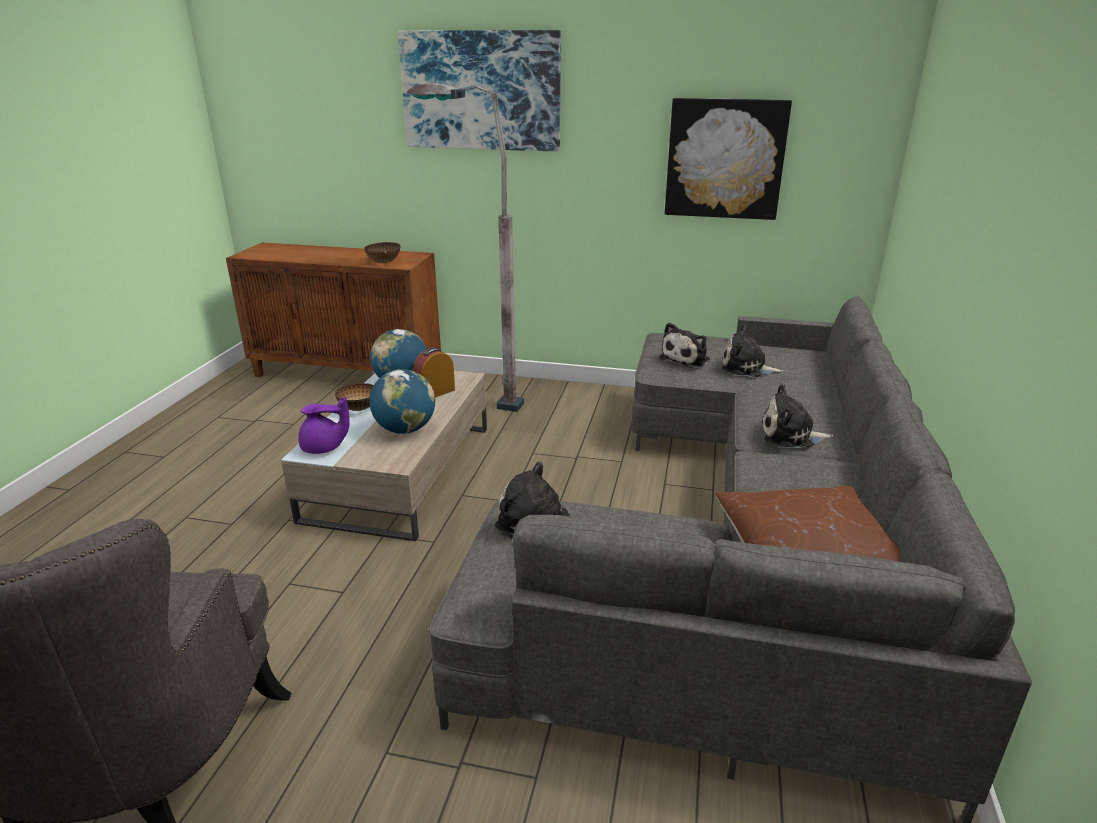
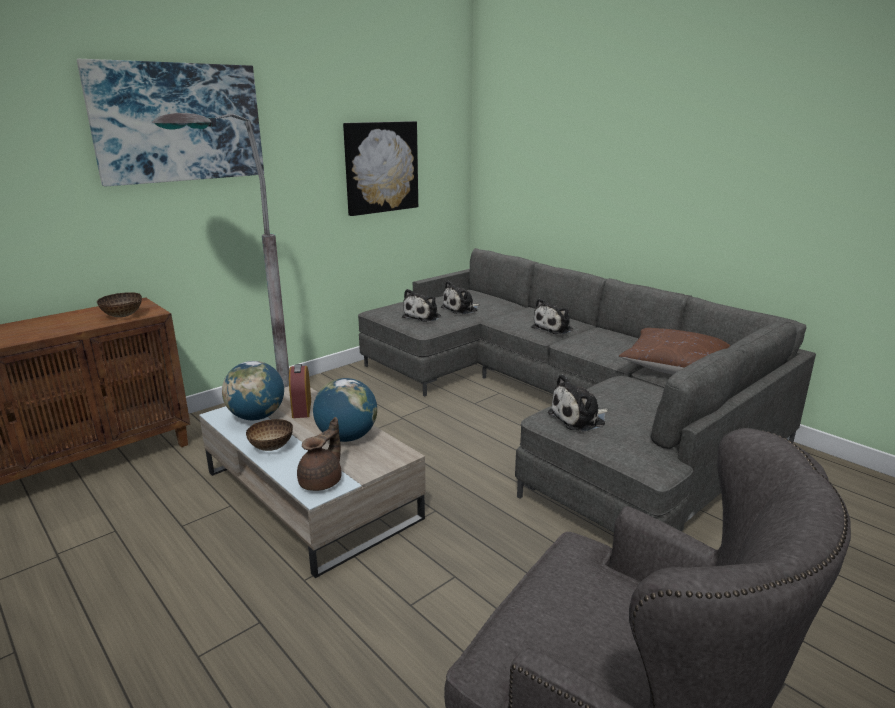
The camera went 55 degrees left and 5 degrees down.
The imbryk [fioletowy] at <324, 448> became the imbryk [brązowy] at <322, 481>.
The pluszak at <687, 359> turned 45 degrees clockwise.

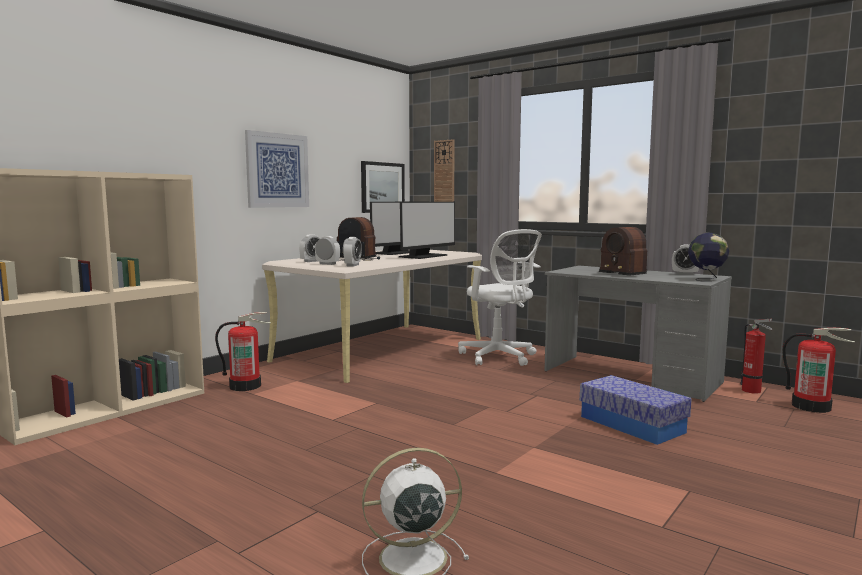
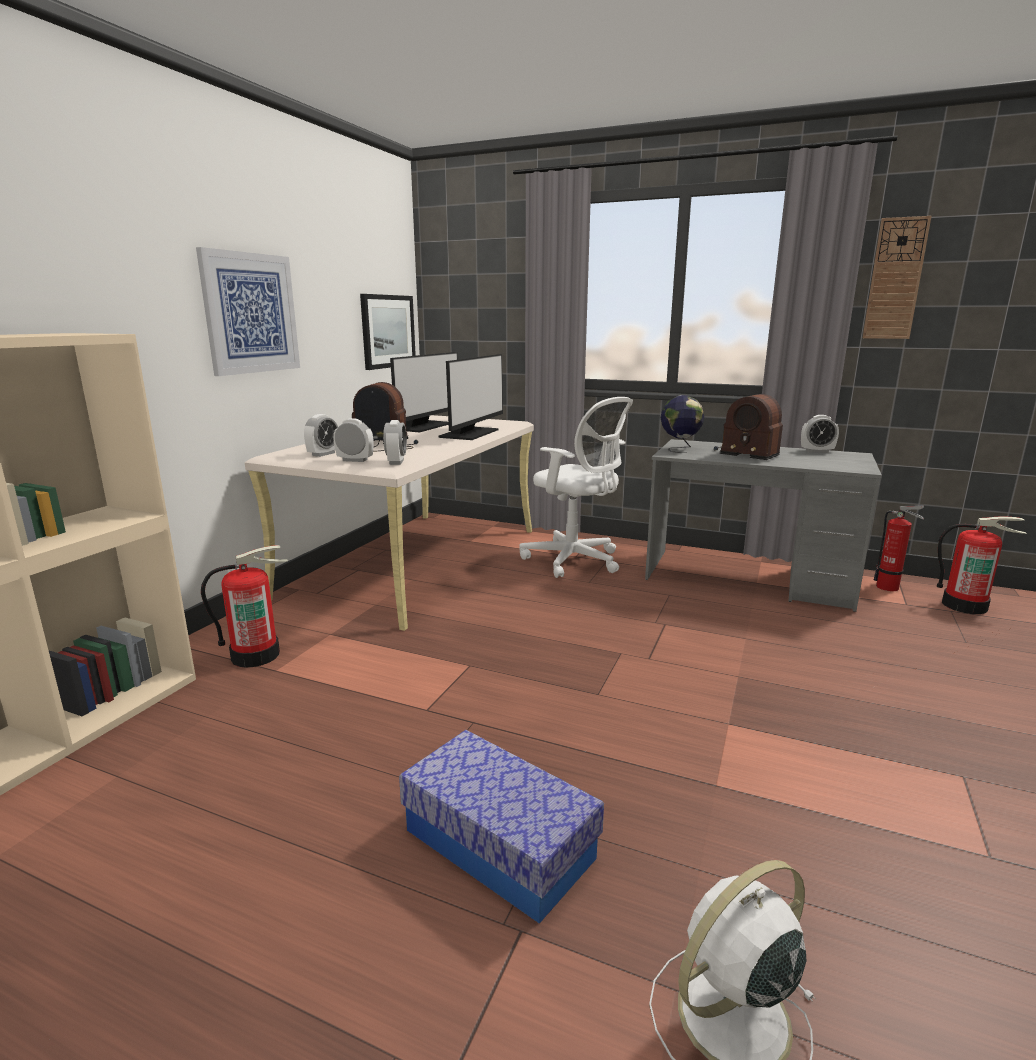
The camera went 15 degrees left and 10 degrees up.
The zegar ścienny moved from <444, 173> to <895, 279>.
The pojemnik do przechowywania moved from <631, 424> to <498, 844>.
The globus moved from <706, 279> to <679, 449>.

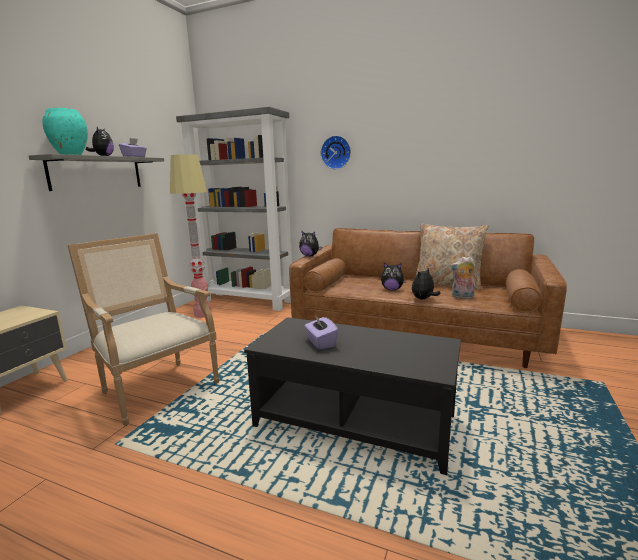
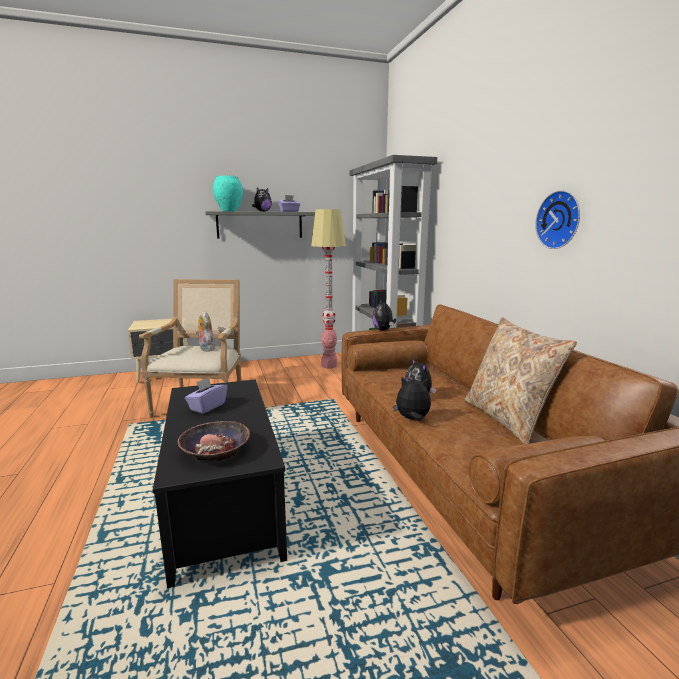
The camera went 50 degrees right and 0 degrees up.
The zegar ścienny moved from <336, 152> to <560, 220>.
The pluszak moved from <462, 297> to <206, 349>.
The miska at <216, 450> appeared.

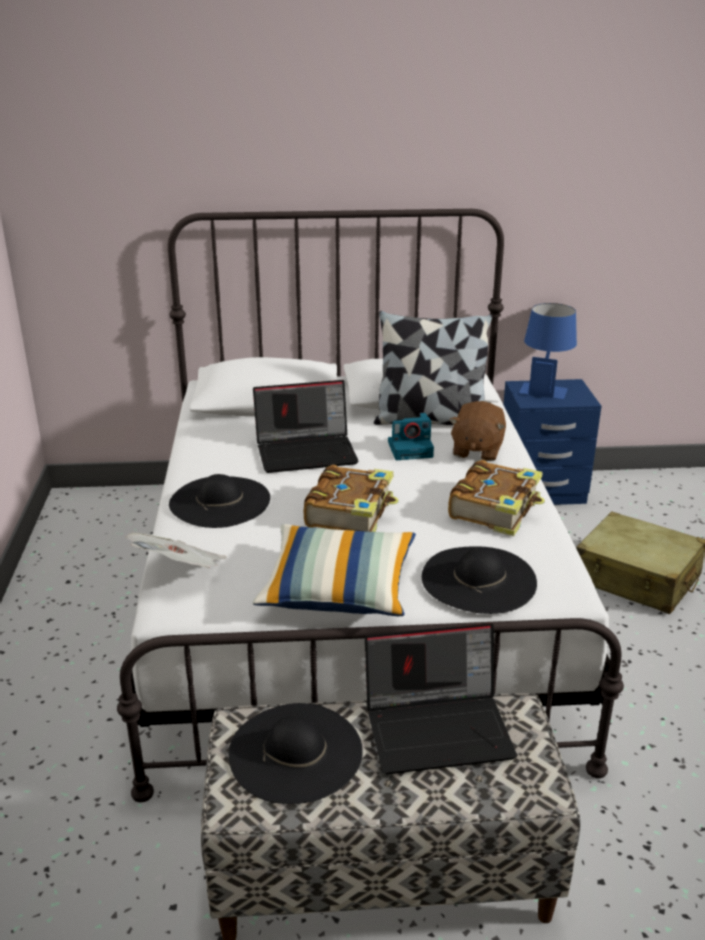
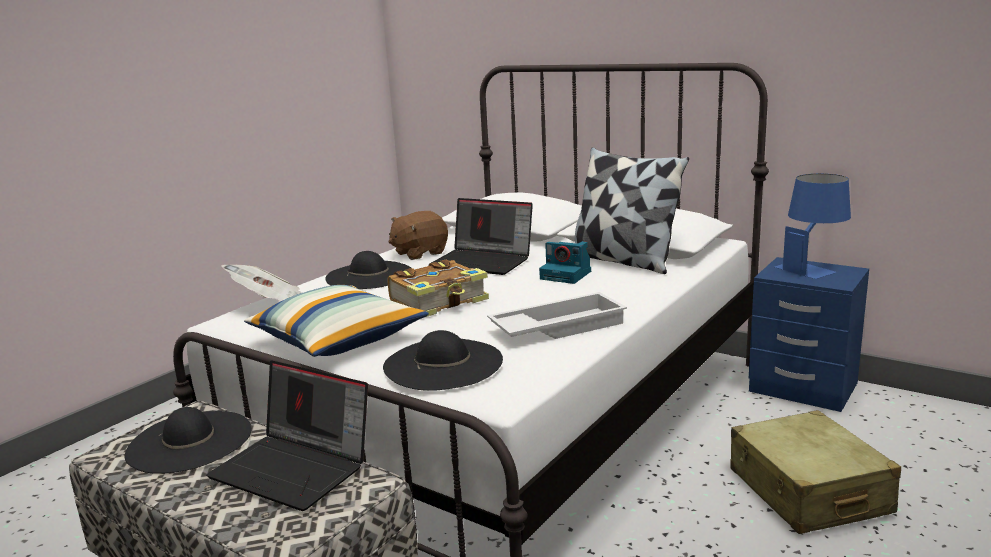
The camera went 40 degrees right and 10 degrees down.
The książka at <496, 509> was replaced by the taca [biały] at <558, 326>.
The pluszak [brązowy] moved from <476, 450> to <419, 253>.

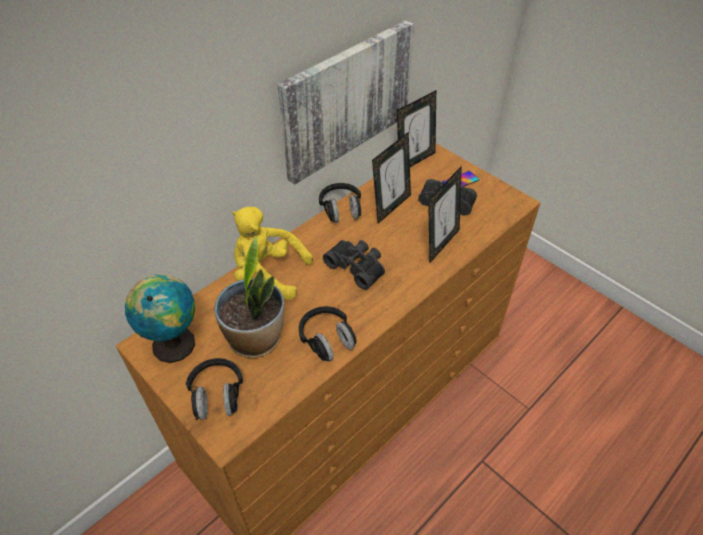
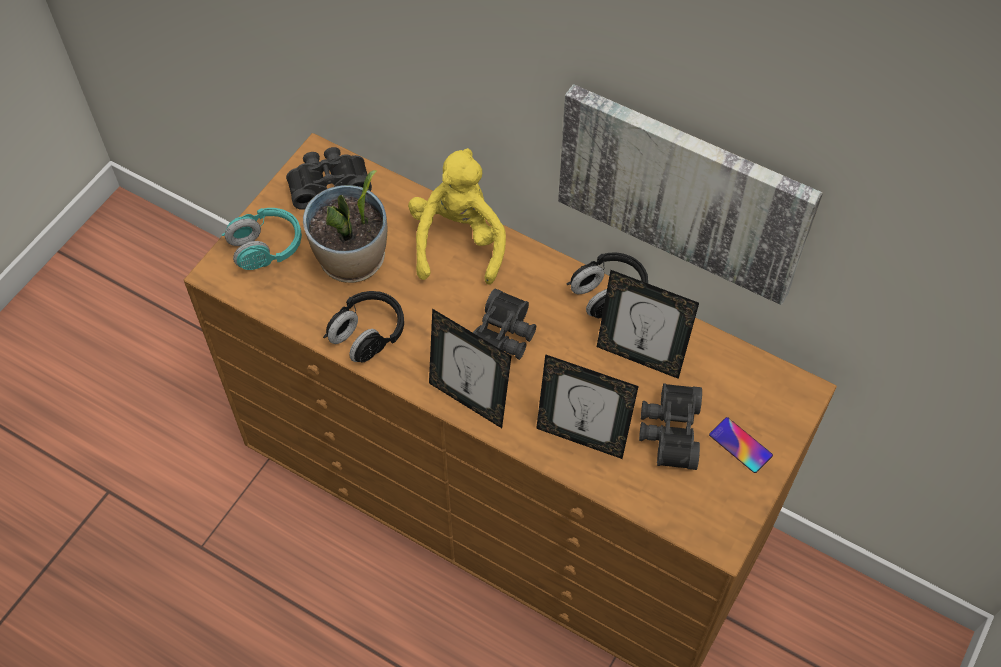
The camera went 75 degrees right and 10 degrees up.
The globus at <174, 342> was replaced by the lornetka [czarny] at <328, 183>.
The słuchawki [czarny] at <217, 396> became the słuchawki [turkusowy] at <266, 248>.
The ramka na zdjęcie moved from <414, 161> to <469, 400>.

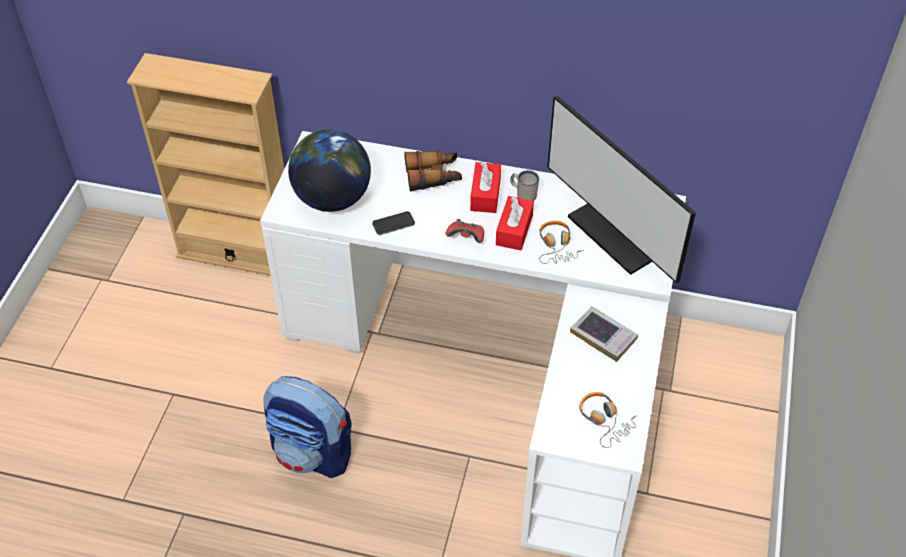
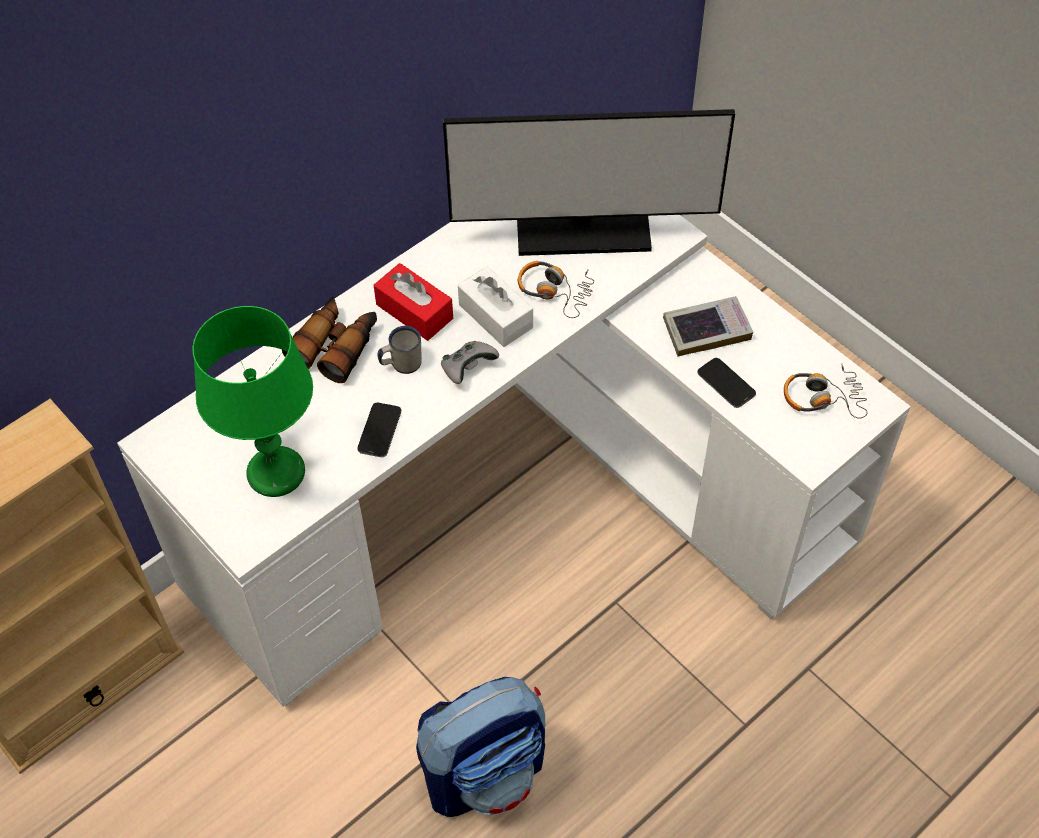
The camera went 55 degrees left and 5 degrees up.
The globus at <332, 198> was replaced by the lampa stołowa [zielony] at <275, 473>.
The pad do gier [czerwony] at <466, 238> became the pad do gier [szary] at <467, 369>.
The pudełko chusteczek [czerwony] at <514, 230> became the pudełko chusteczek [biały] at <495, 316>.
The kubek [biały] moved from <523, 194> to <401, 364>.
The telefon at <726, 383> appeared.

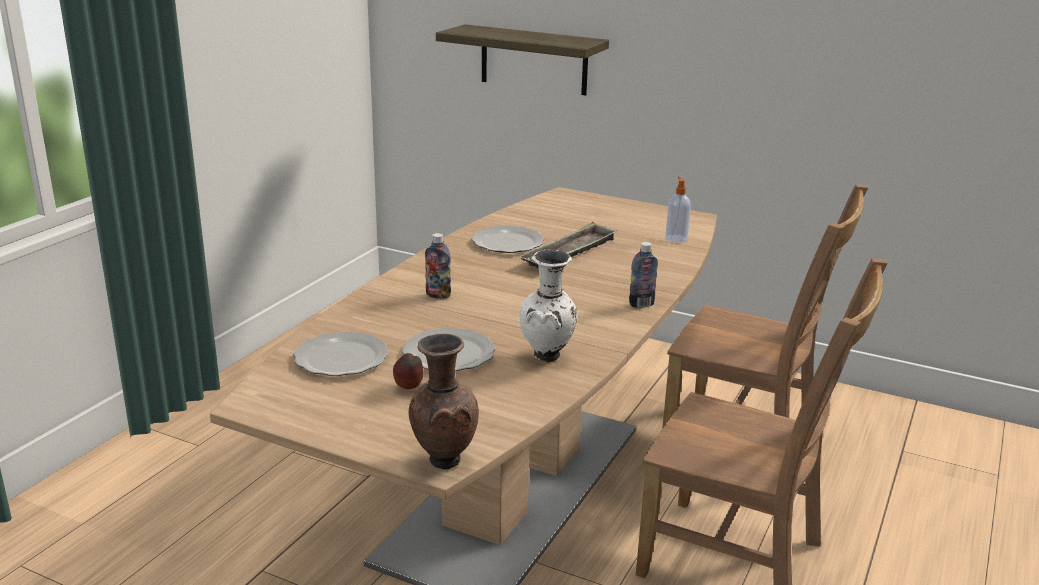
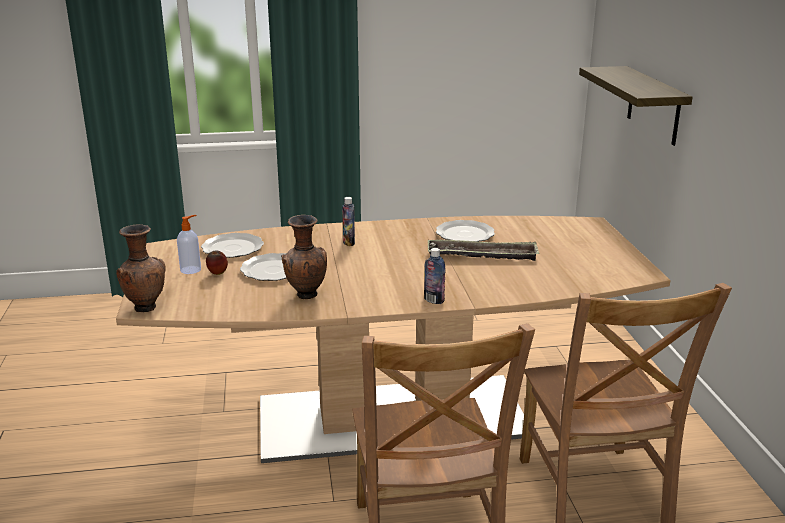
The camera went 55 degrees right and 0 degrees up.
The wazon [biały] at <547, 357> became the wazon [brązowy] at <306, 296>.
The dozownik mydła moved from <676, 238> to <191, 269>.

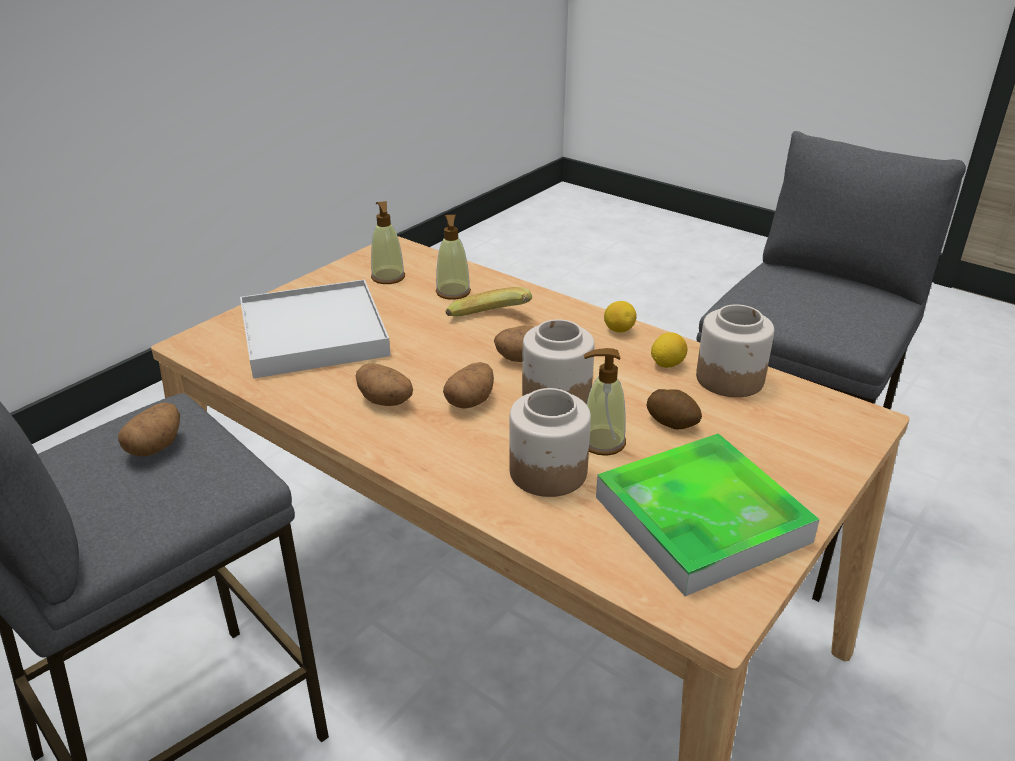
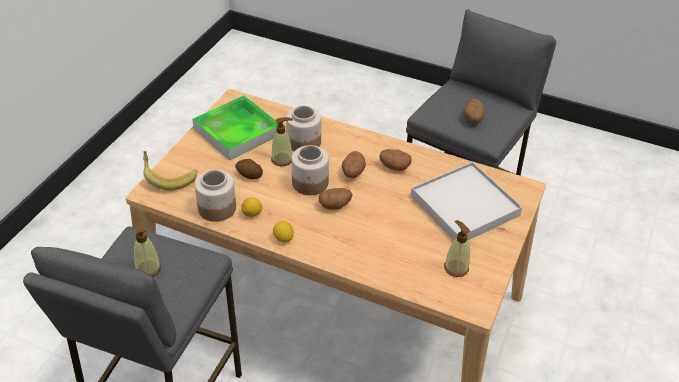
The camera went 165 degrees right and 10 degrees up.
The dozownik mydła moved from <453, 292> to <148, 268>.
The banan moved from <493, 323> to <169, 178>.

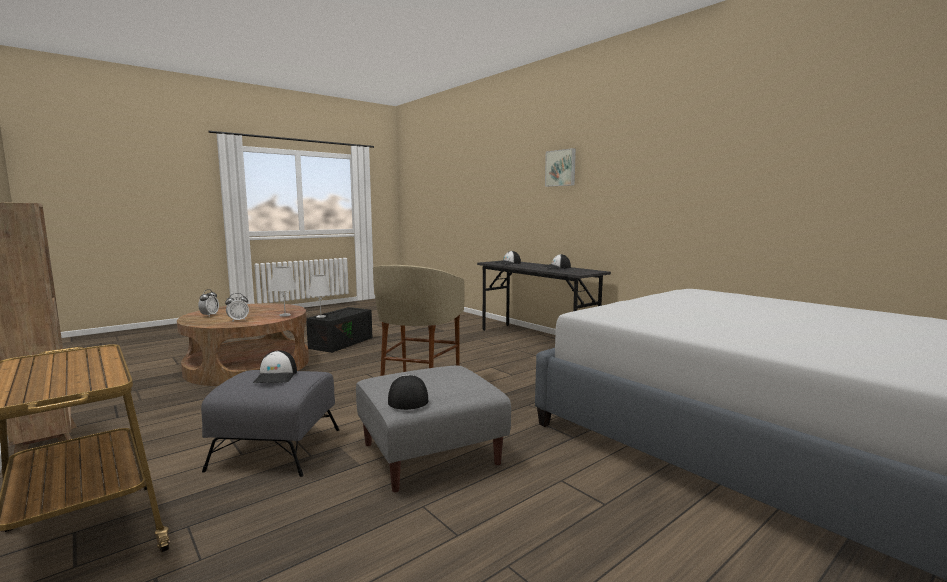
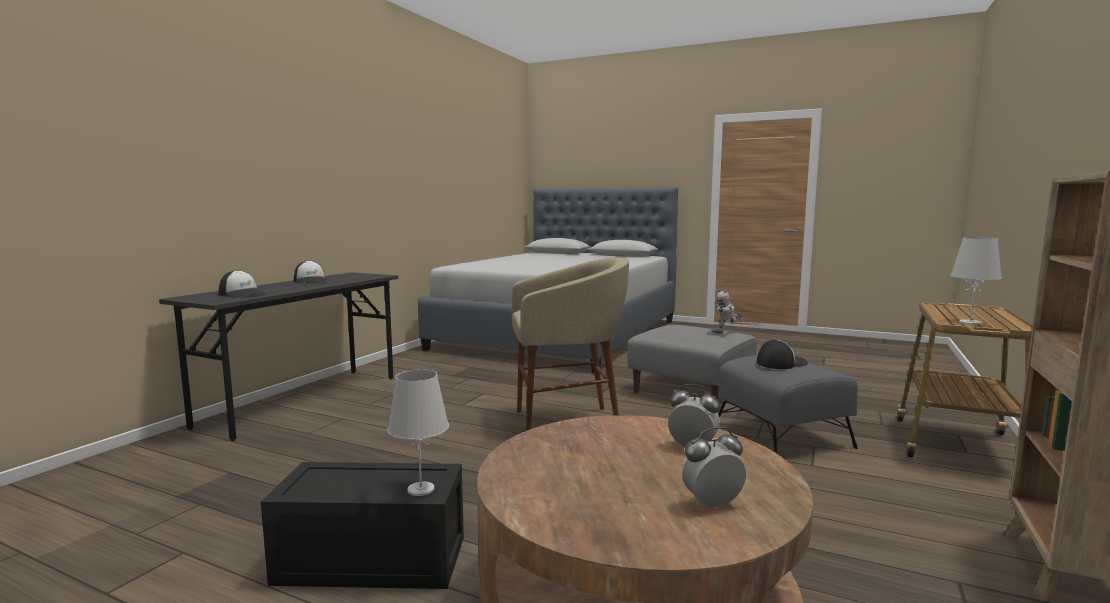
The camera went 115 degrees left and 0 degrees up.
The lampa stołowa [biały] moved from <285, 315> to <970, 323>.
The czapka z daszkiem at <407, 398> was replaced by the robot zabawkowy at <726, 333>.
The obraz at <561, 168> disappeared.

